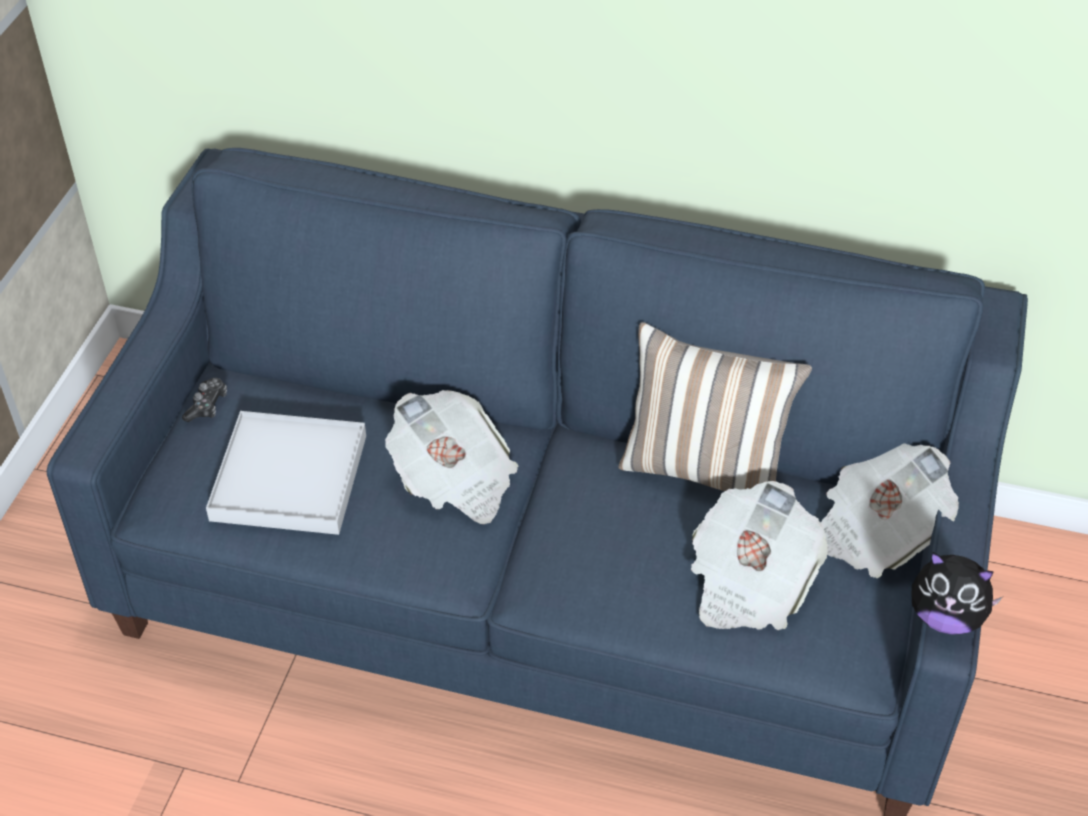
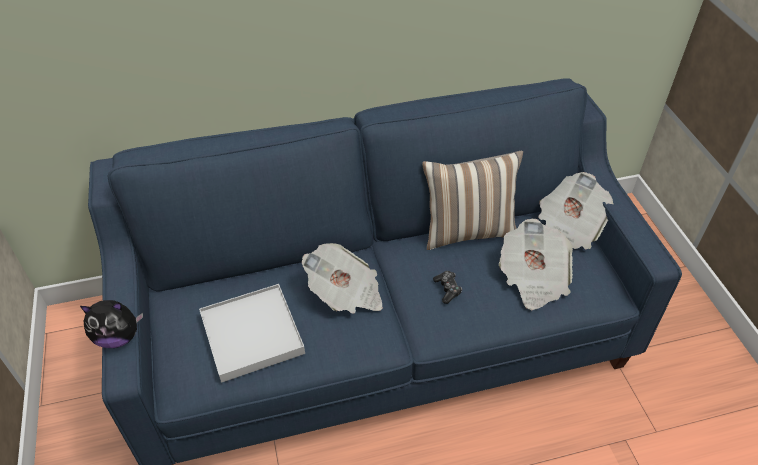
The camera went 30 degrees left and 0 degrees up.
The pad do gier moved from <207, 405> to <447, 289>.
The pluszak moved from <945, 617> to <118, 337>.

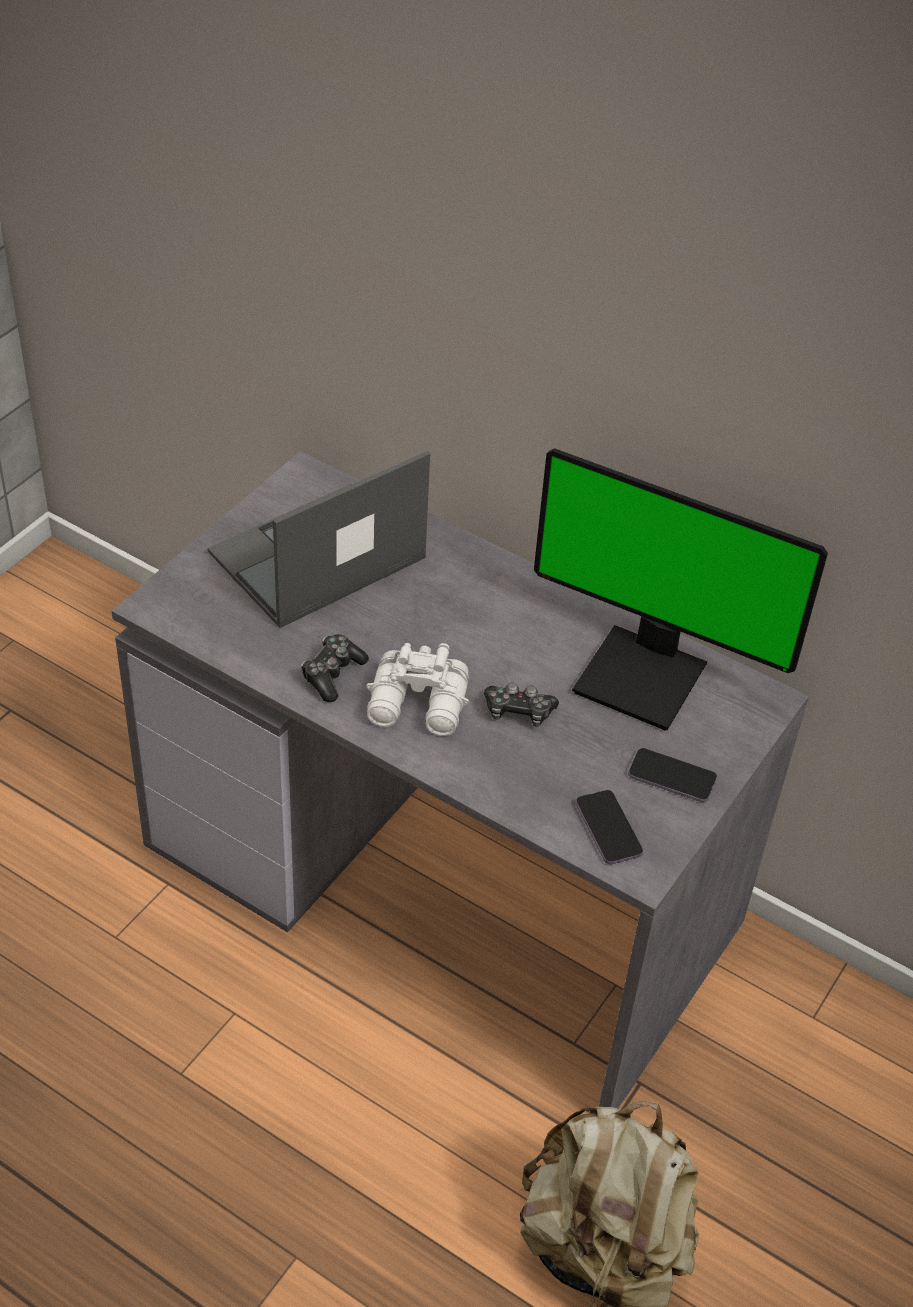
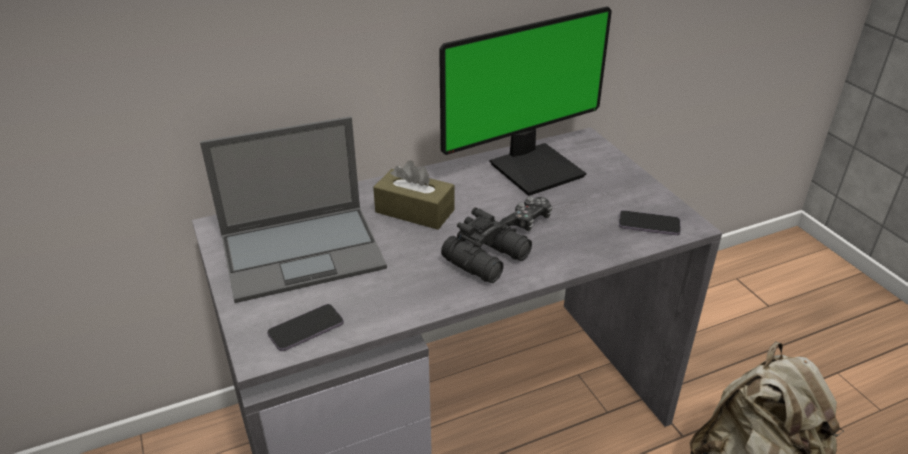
The camera went 55 degrees left and 10 degrees down.
The laptop at <315, 557> turned 105 degrees counterclockwise.
The pad do gier at <332, 674> disappeared.
The lornetka [biały] at <419, 706> became the lornetka [czarny] at <489, 258>.
The telefon moved from <672, 777> to <306, 329>.
The pudełko chusteczek [brązowy] at <414, 211> appeared.

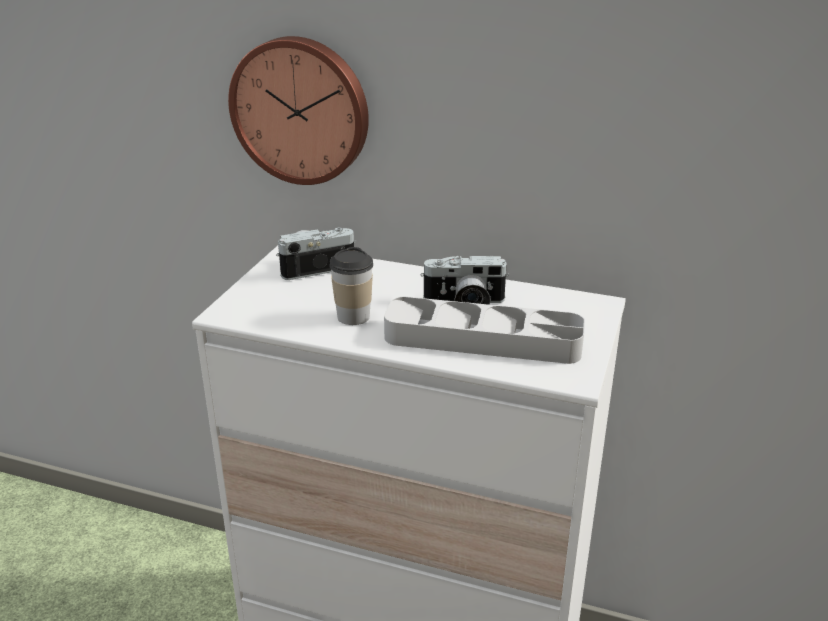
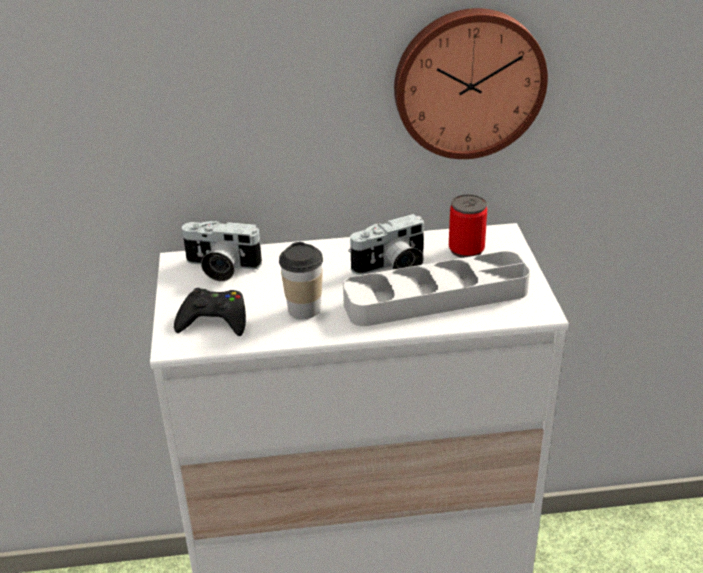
The camera went 25 degrees left and 5 degrees up.
The zegar ścienny moved from <301, 110> to <468, 82>.
The aparat fotograficzny at <315, 267> turned 120 degrees counterclockwise.
The pad do gier [czarny] at <214, 319> appeared.
The puszka at <466, 249> appeared.

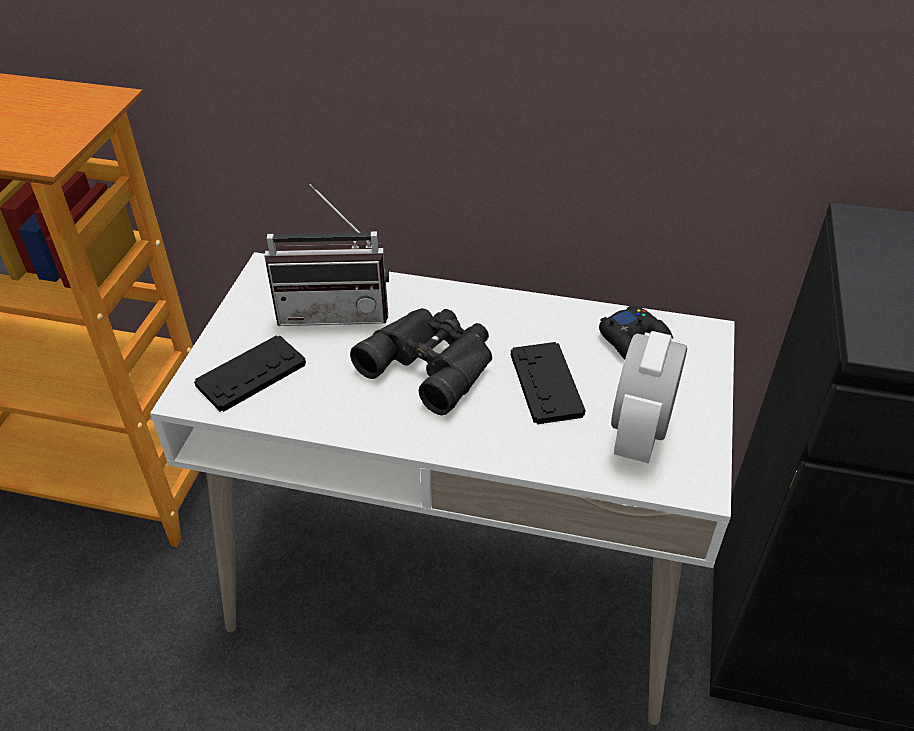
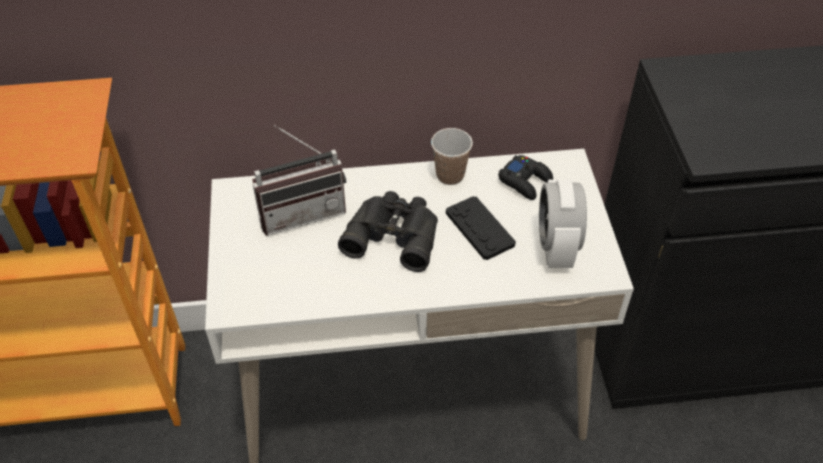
The camera went 20 degrees left and 5 degrees up.
The pad do gier [czarny] at <251, 374> disappeared.
The filiżanka at <450, 175> appeared.

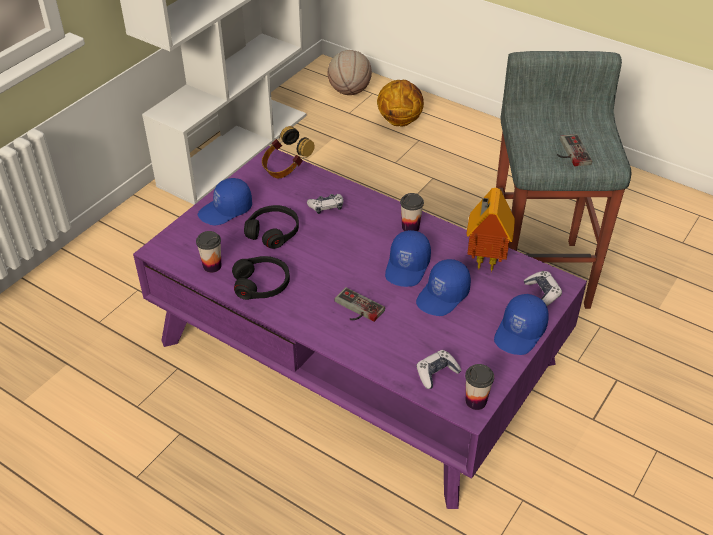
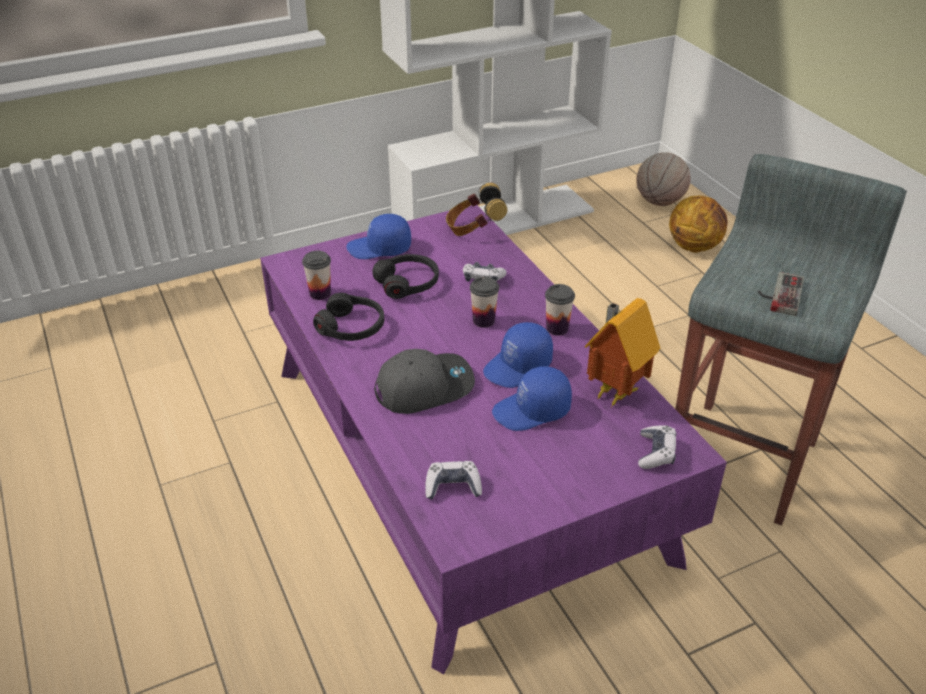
The camera went 30 degrees right and 5 degrees down.
The pad do gier at <356, 309> was replaced by the czapka z daszkiem [szary] at <424, 387>.
The filiżanka moved from <476, 401> to <483, 321>.
The czapka z daszkiem [niebieski] at <520, 333> disappeared.

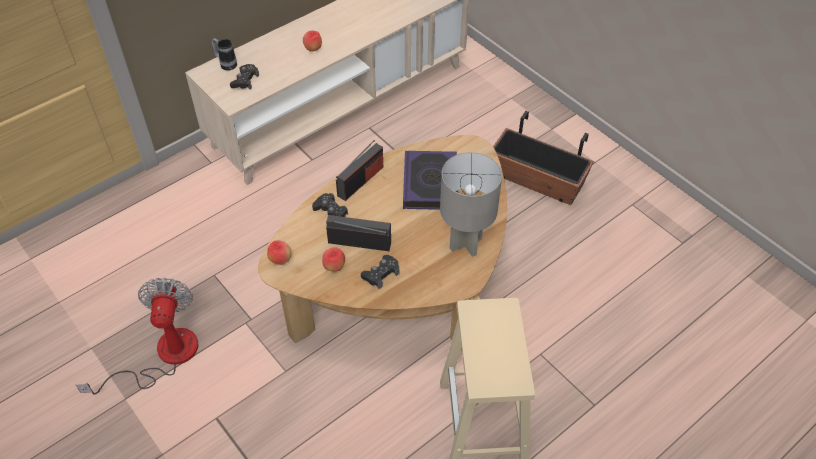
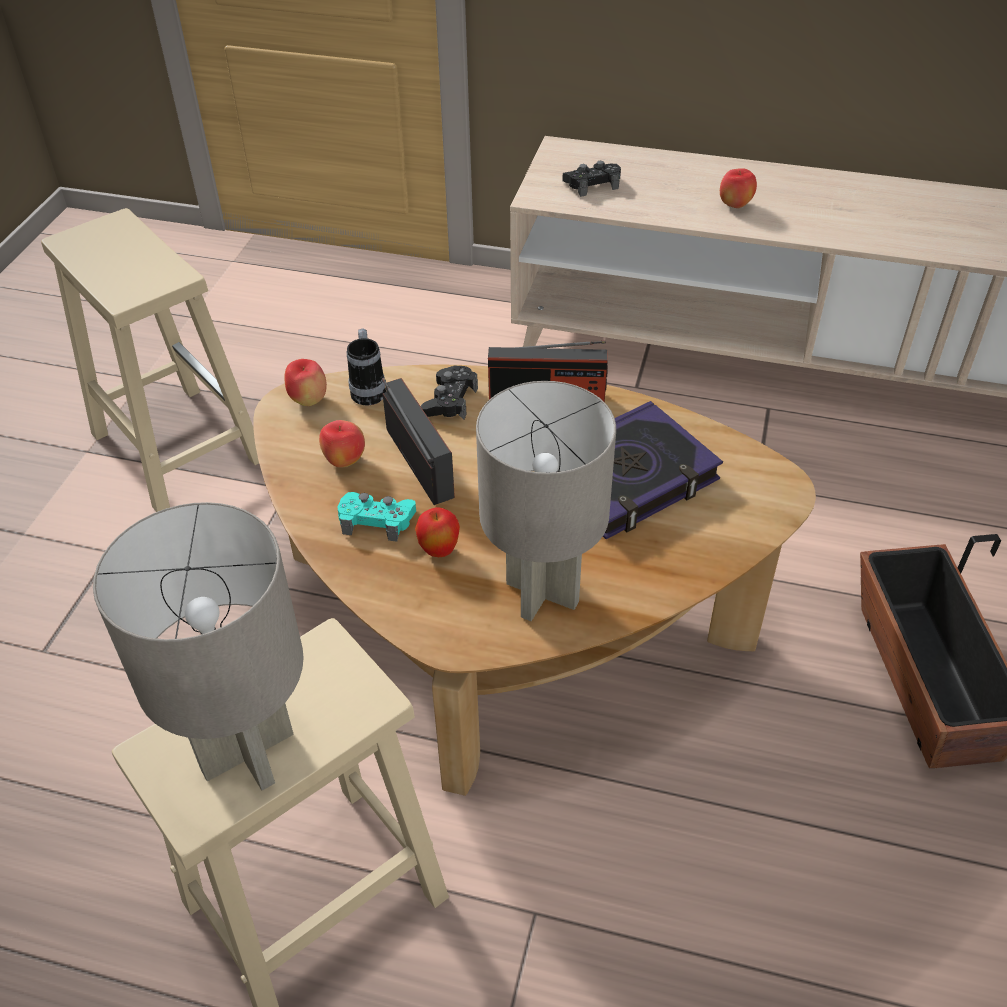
The camera went 55 degrees right and 5 degrees down.
The wentylator at <164, 356> was replaced by the stołek [beżowy] at <175, 446>.
The kubek moved from <226, 64> to <368, 390>.
The pad do gier [czarny] at <381, 274> became the pad do gier [turkusowy] at <377, 520>.
The lampa stołowa [szary] at <247, 754> appeared.
The jabłko at <439, 551> appeared.

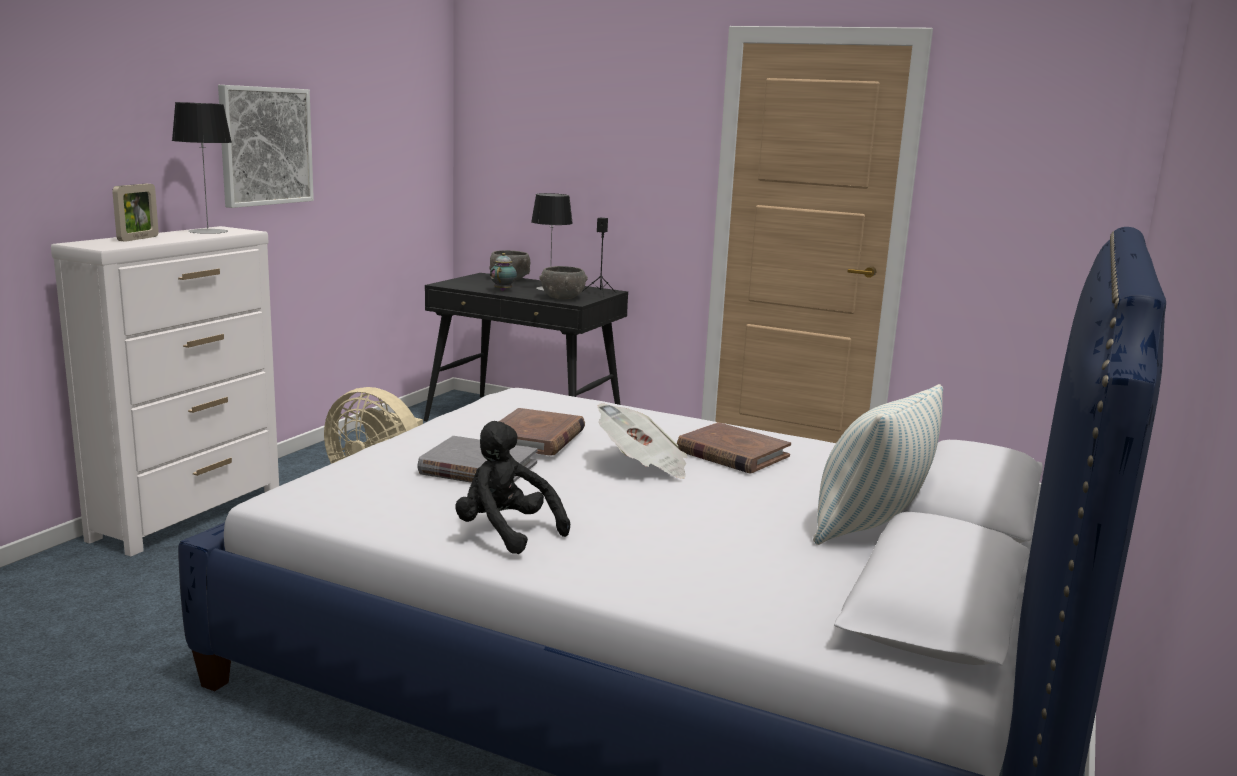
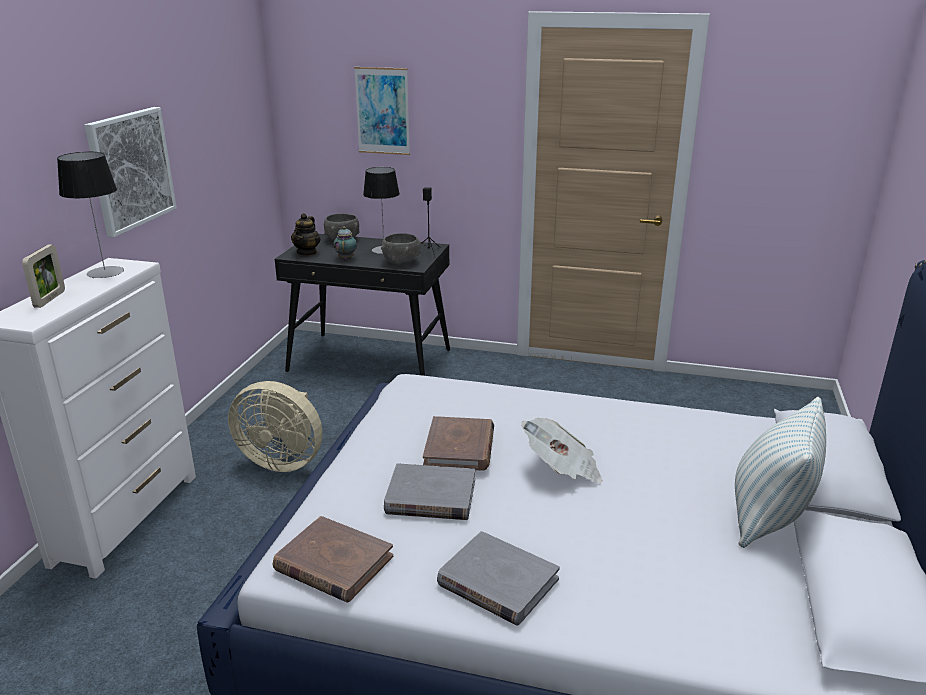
The camera went 10 degrees left and 10 degrees up.
The pluszak [czarny] at <505, 532> was replaced by the książka [szary] at <497, 582>.
The książka [brązowy] moved from <732, 453> to <333, 563>.
The imbryk at <307, 252> appeared.
The obraz at <382, 111> appeared.

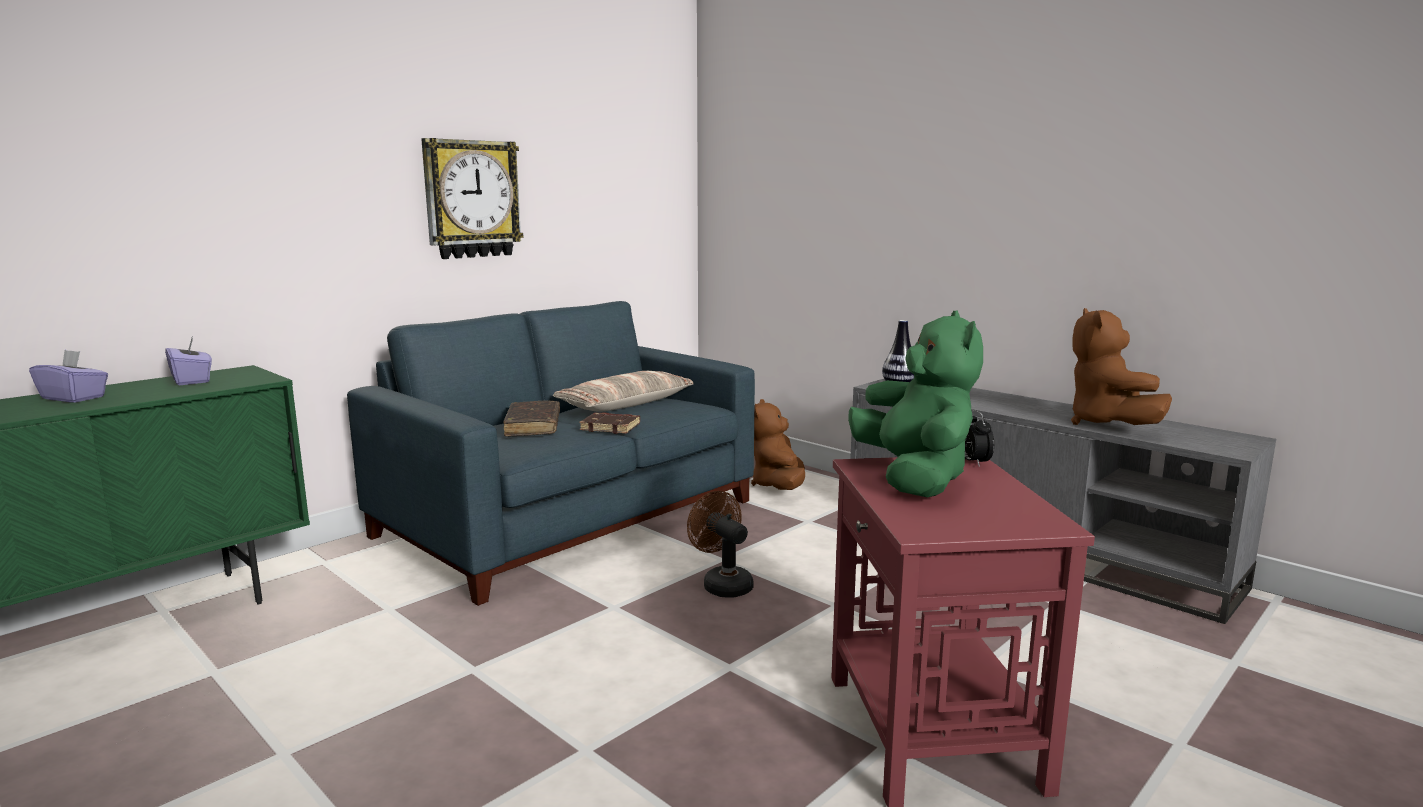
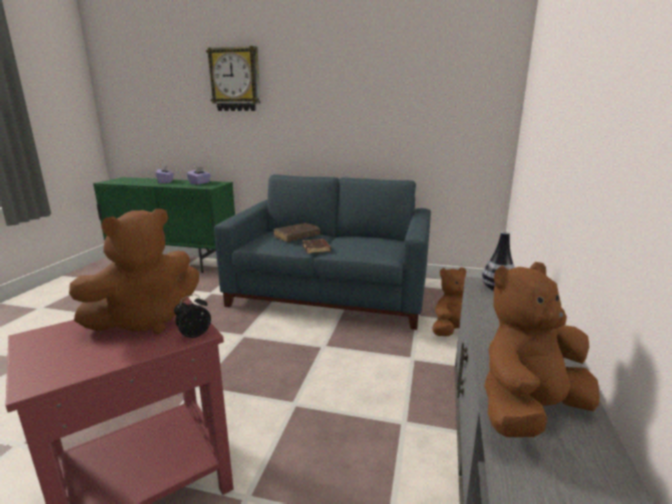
The camera went 60 degrees right and 5 degrees up.
The zegar ścienny moved from <471, 199> to <235, 80>.
The poduszka at <625, 404> disappeared.
The wentylator [brązowy] at <722, 584> disappeared.
The pluszak [zielony] at <914, 478> became the pluszak [brązowy] at <146, 320>.

